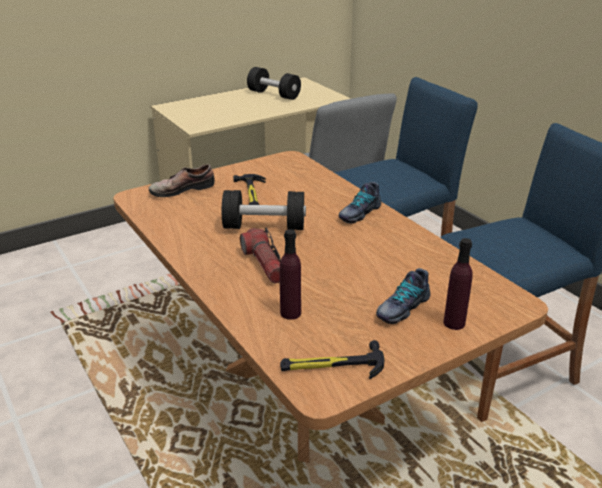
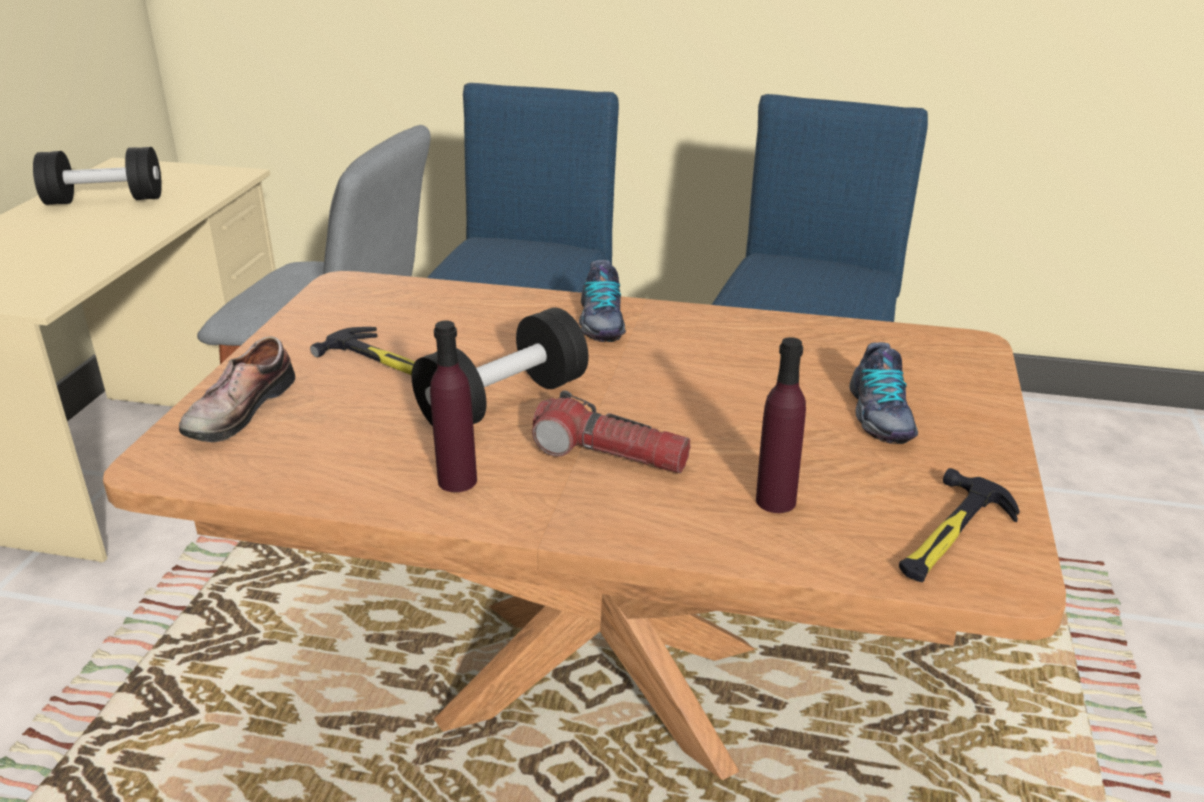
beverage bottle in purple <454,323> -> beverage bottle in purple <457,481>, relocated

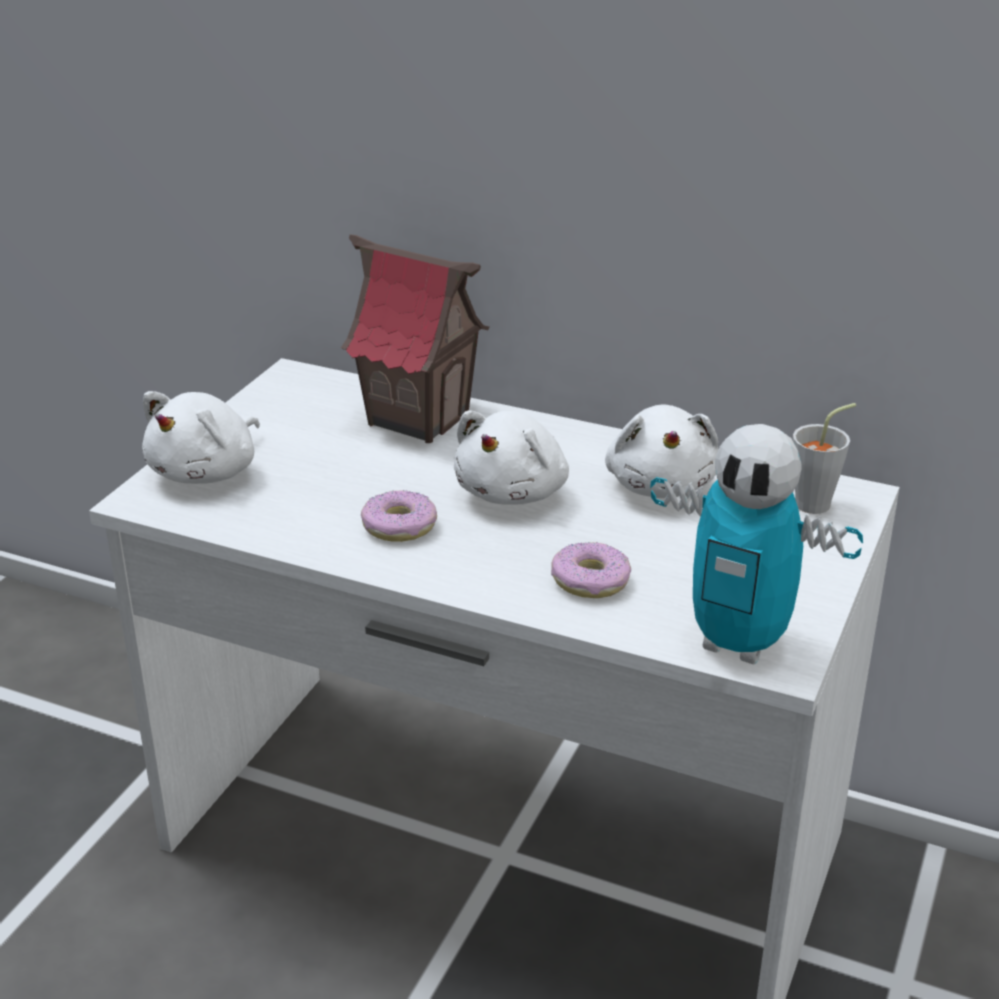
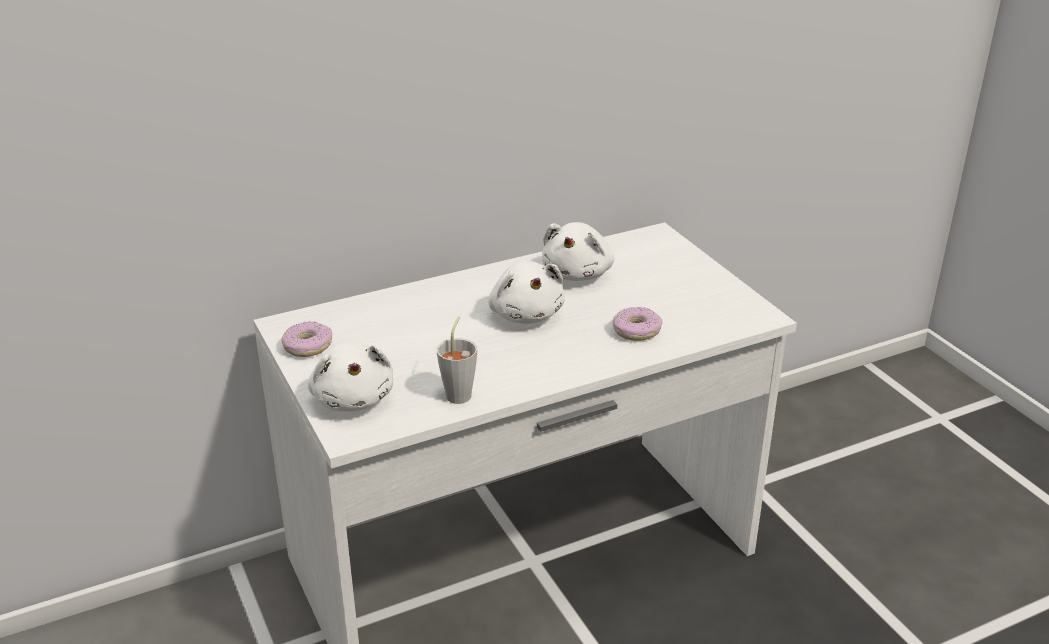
toy house <419,418> -> none
model robot <739,643> -> none
ring doughnut <399,526> -> ring doughnut <307,346>, relocated
cup in gray <819,502> -> cup in gray <460,392>, relocated
cuddly toy in white <661,484> -> cuddly toy in white <578,273>, 75 degrees clockwise

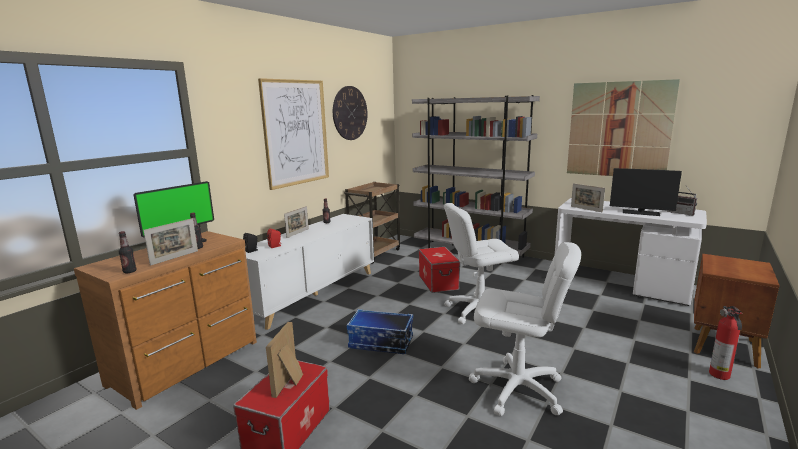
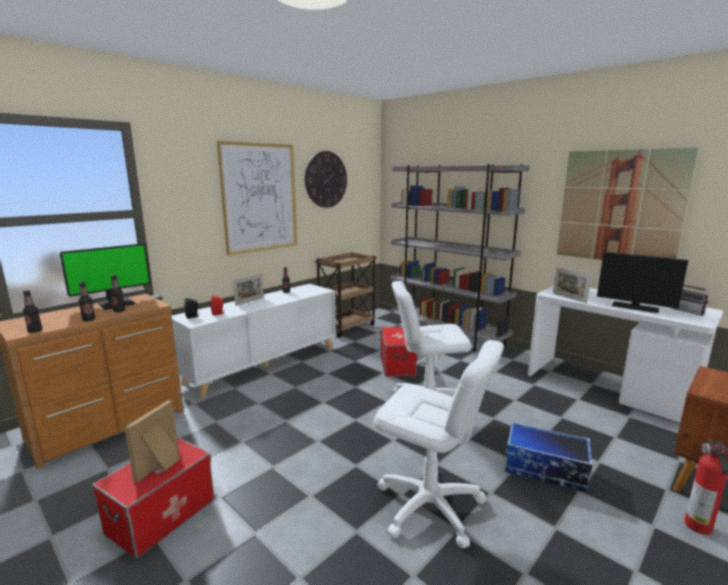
storage bin <380,343> -> storage bin <544,470>, relocated
photo frame <175,258> -> beverage bottle <89,319>

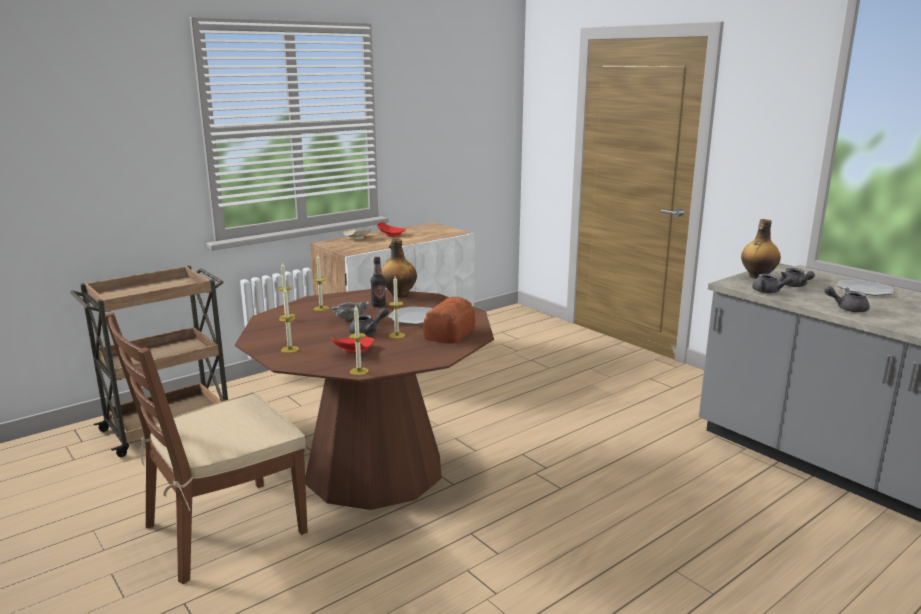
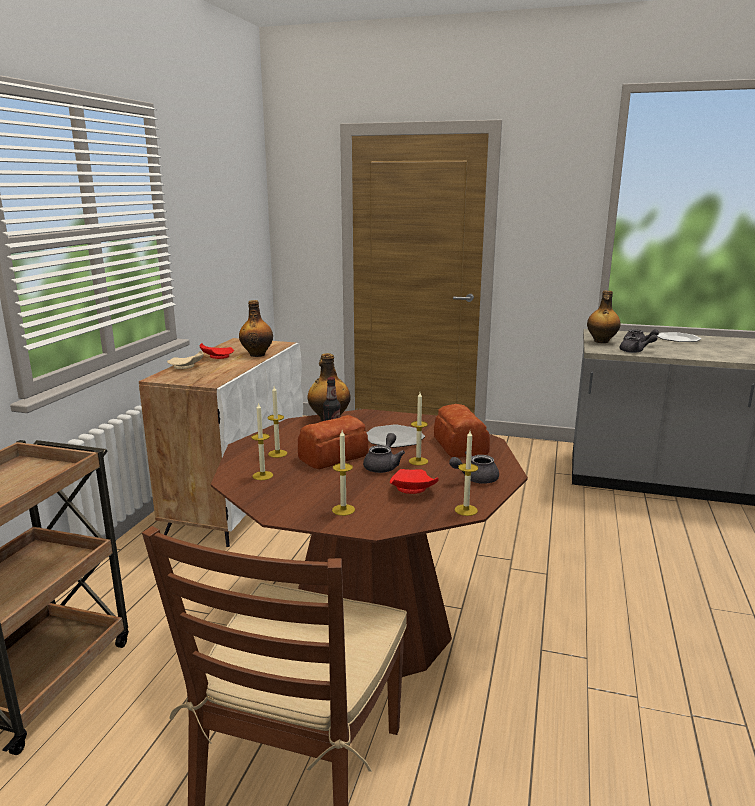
none -> beverage bottle <257,354>
teapot in gray <847,308> -> teapot in gray <475,479>, relocated
deep dish in gray <350,319> -> bread <335,456>

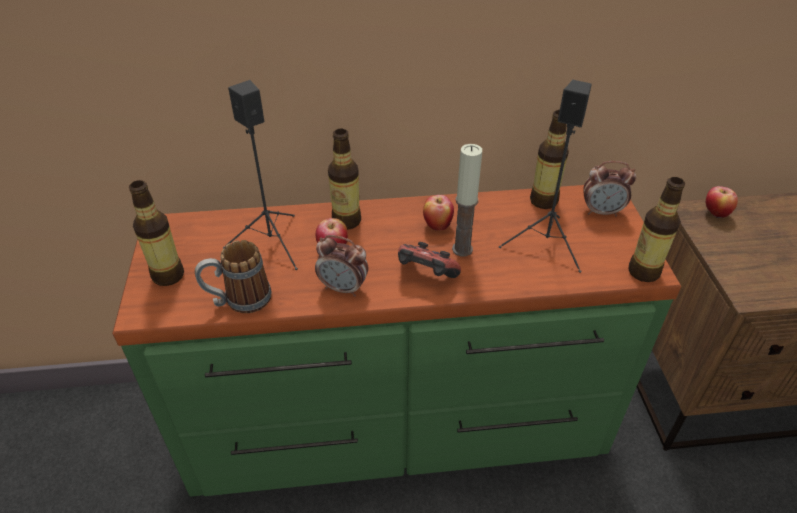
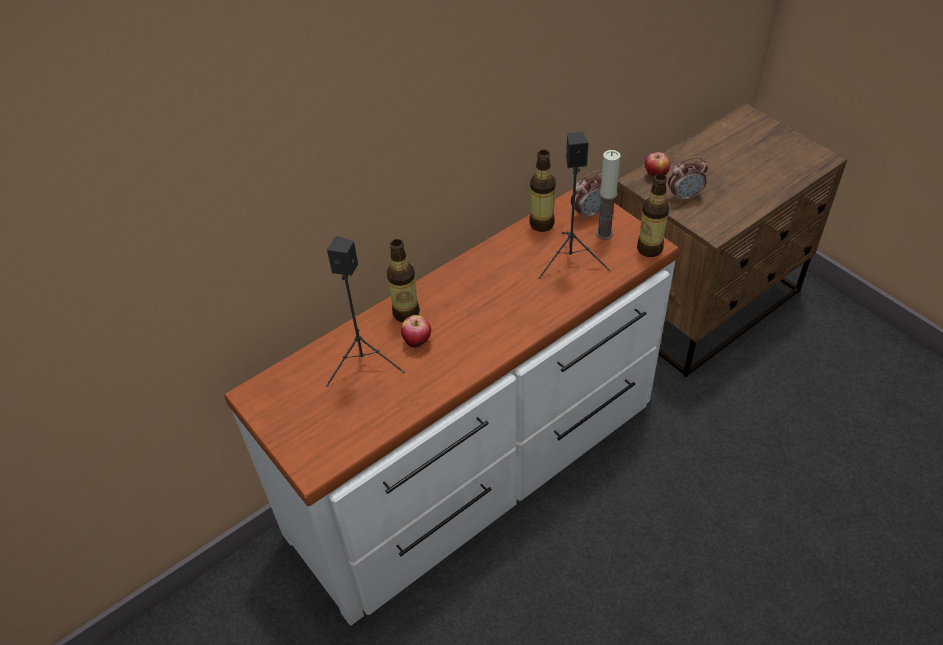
beverage bottle <168,275> -> none
mug <239,301> -> none
joypad <425,276> -> none
apple <437,225> -> none
alarm clock <343,288> -> alarm clock <684,197>, relocated
wax light <462,249> -> wax light <604,233>, relocated
dresser in green <398,422> -> dresser in white <478,467>

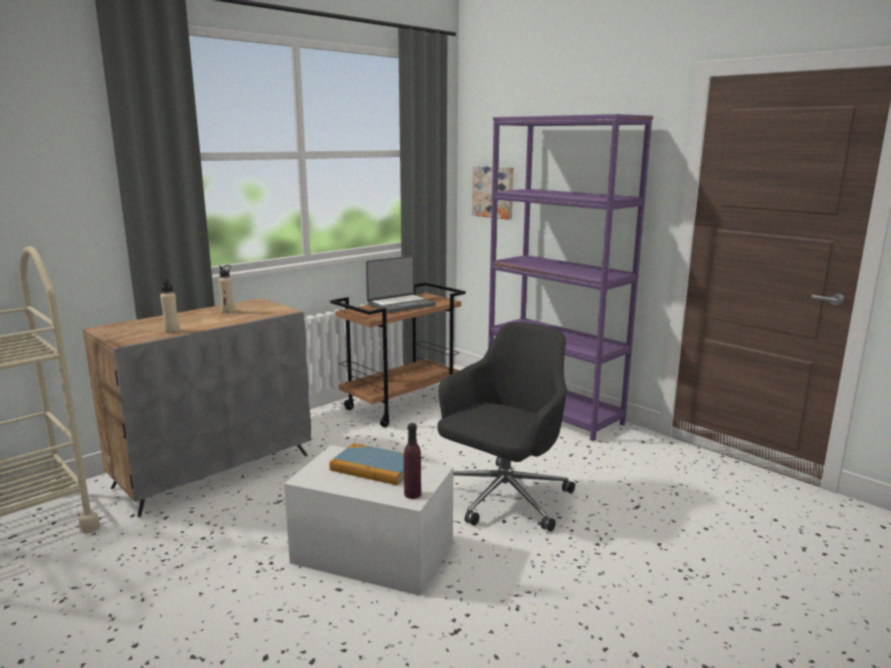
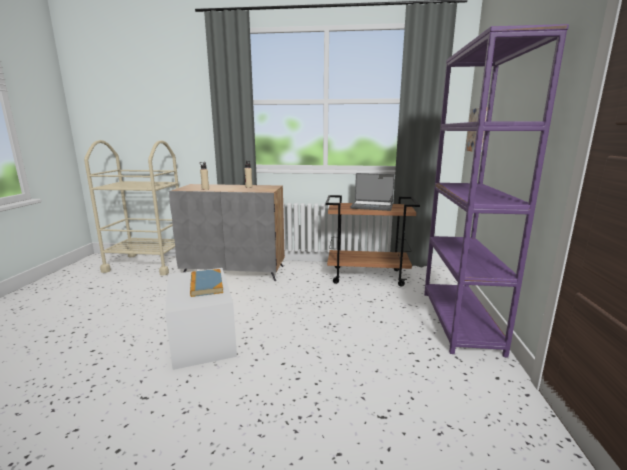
beverage bottle in purple <412,494> -> none
desk chair in black <502,499> -> none

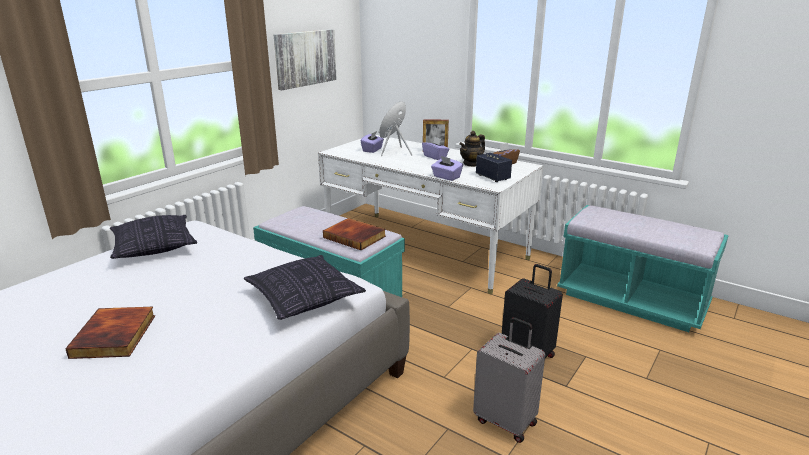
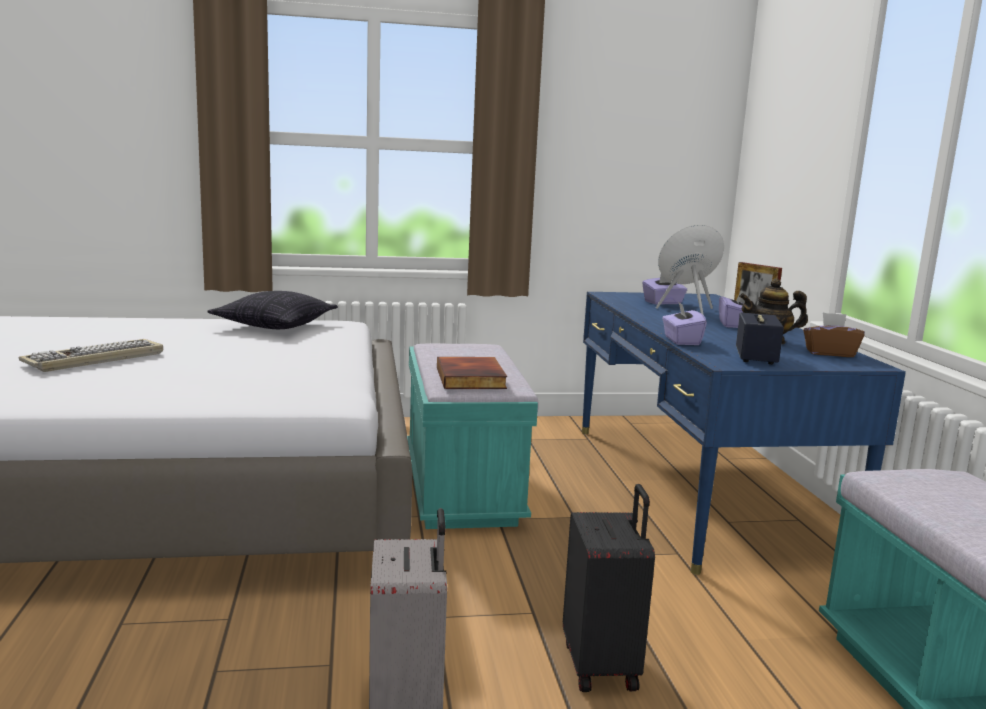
pillow <304,299> -> none
wall art <305,58> -> none
bound book <115,336> -> computer keyboard <95,359>
desk in white <425,249> -> desk in bluish <696,487>

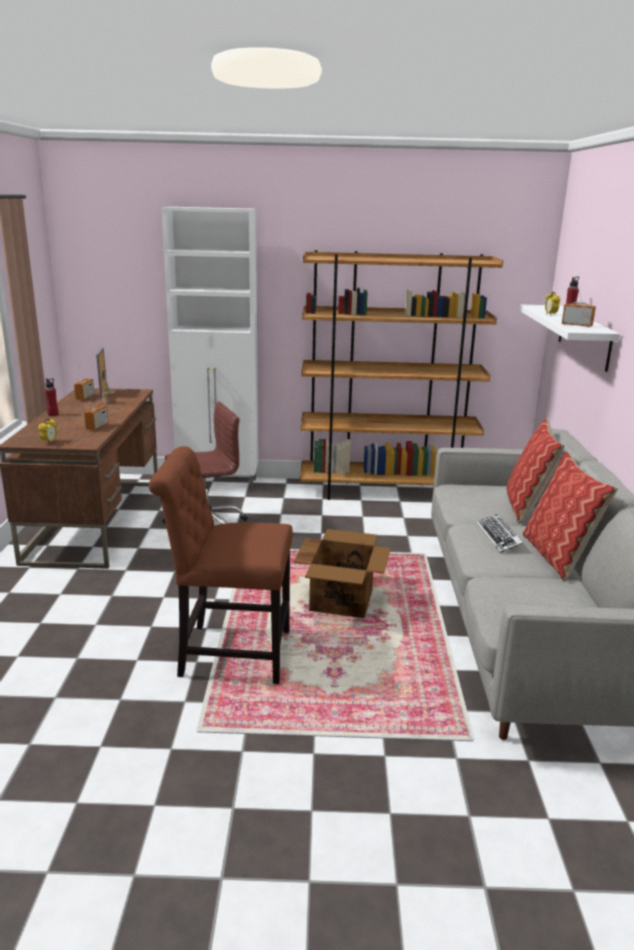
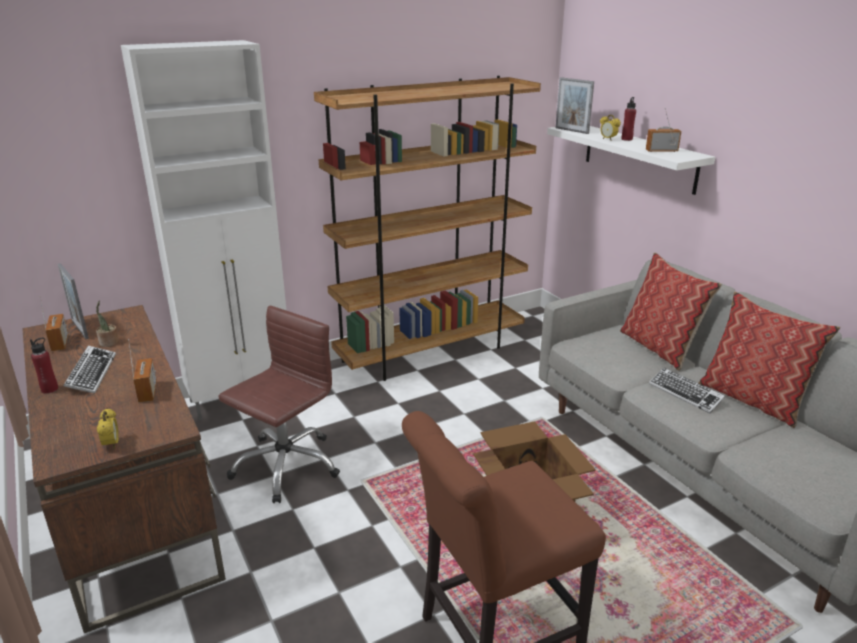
none -> computer keyboard <91,374>
none -> photo frame <571,130>

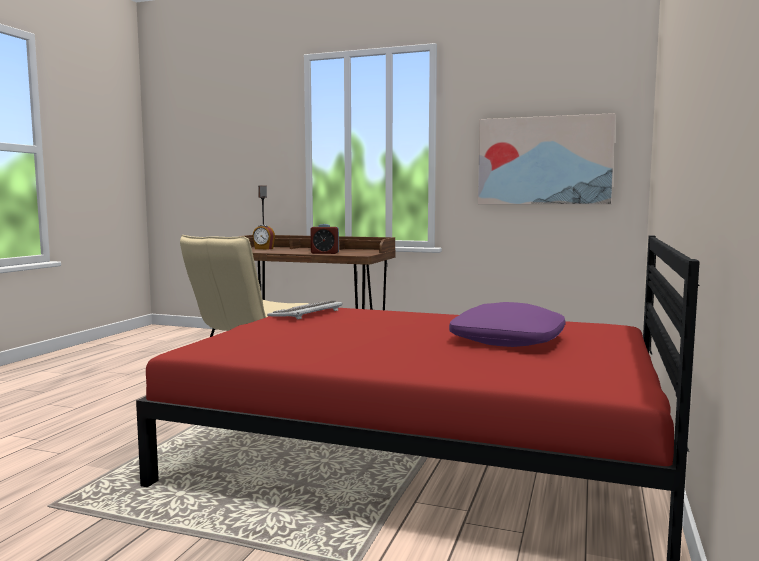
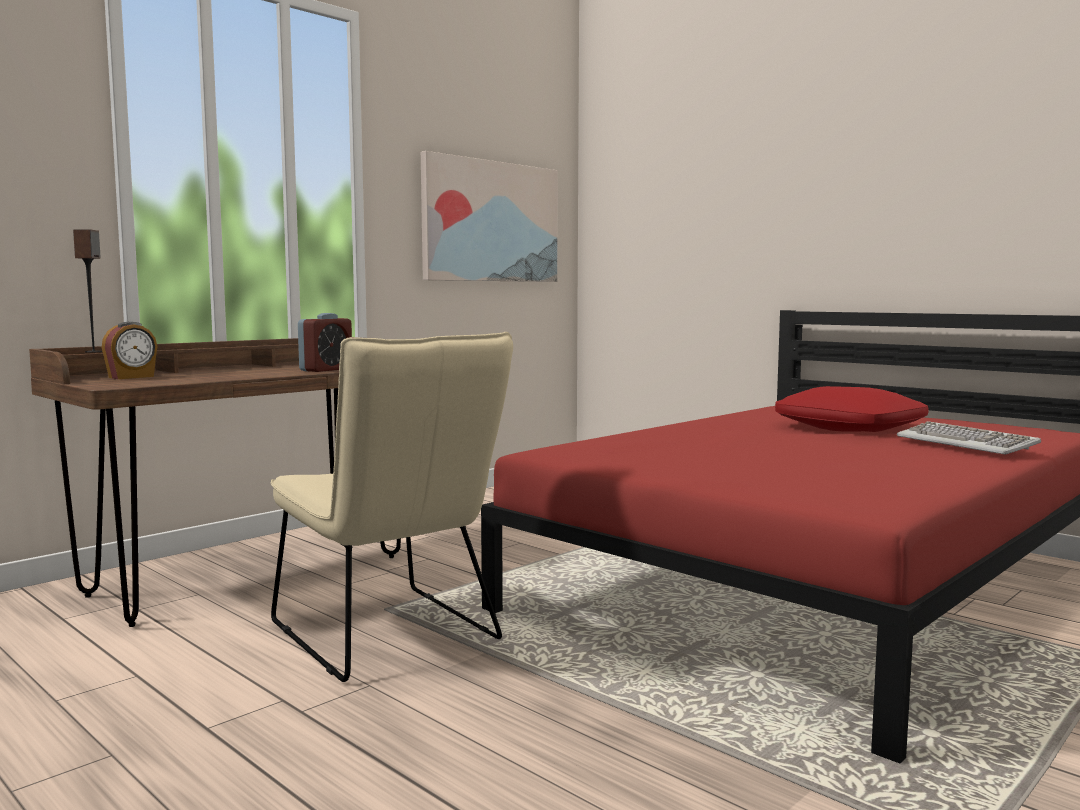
computer keyboard <306,313> -> computer keyboard <966,444>, relocated
pillow in purple <508,340> -> pillow in reddish <850,427>

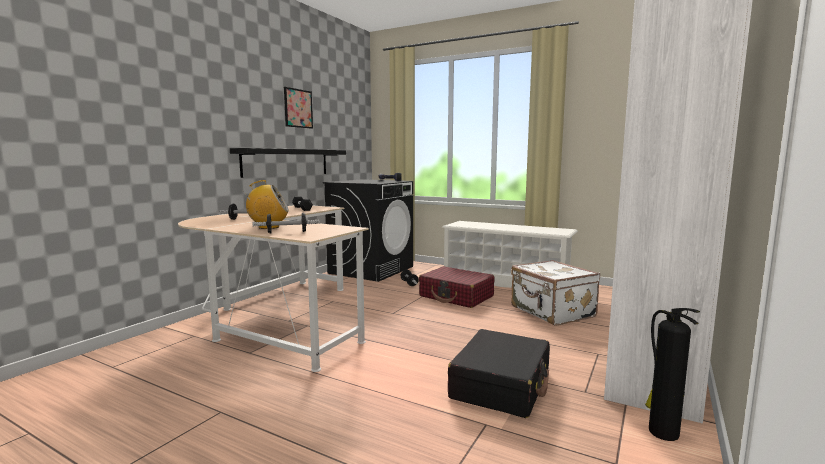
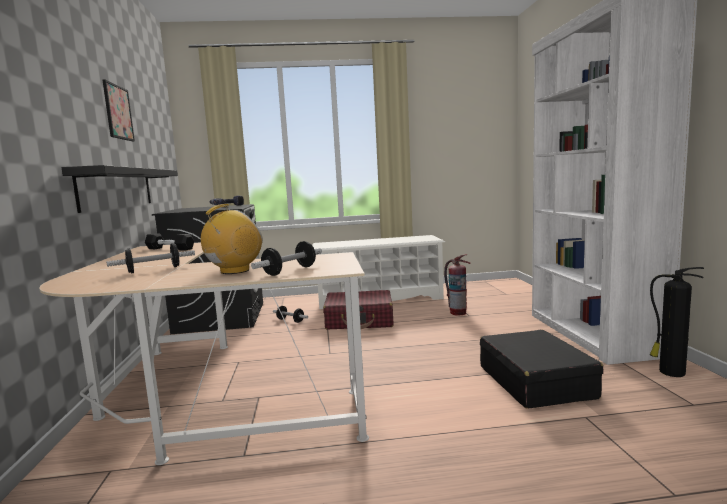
travel case in white <551,312> -> fire-fighting cylinder <458,312>

